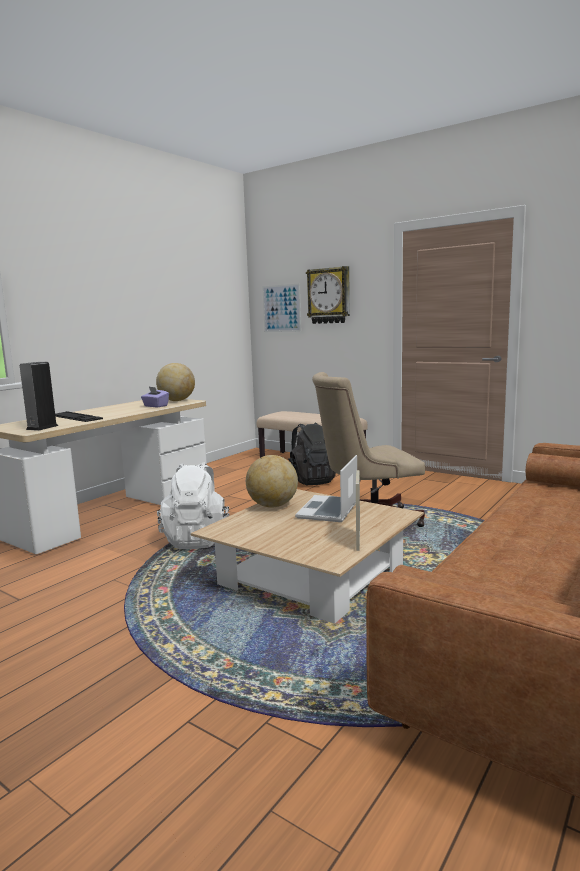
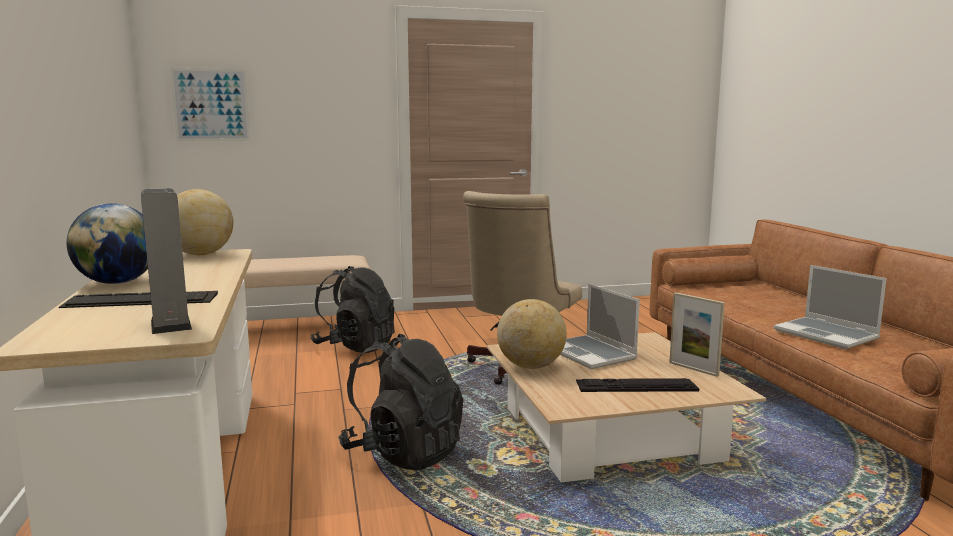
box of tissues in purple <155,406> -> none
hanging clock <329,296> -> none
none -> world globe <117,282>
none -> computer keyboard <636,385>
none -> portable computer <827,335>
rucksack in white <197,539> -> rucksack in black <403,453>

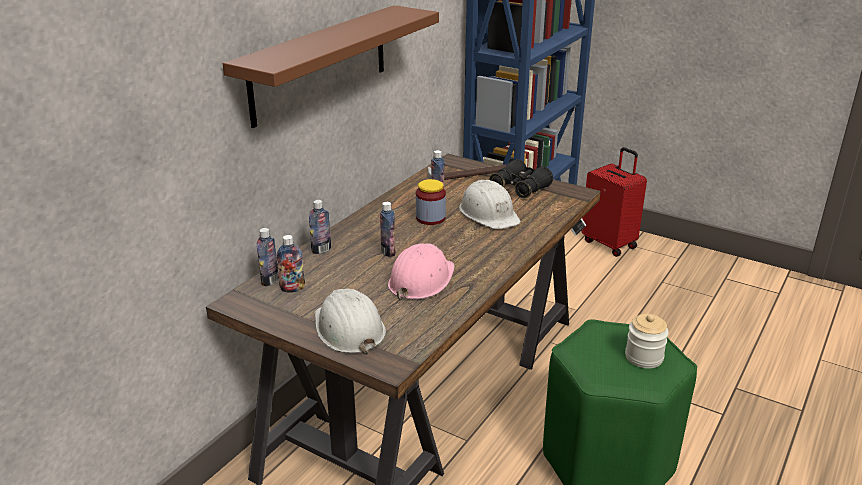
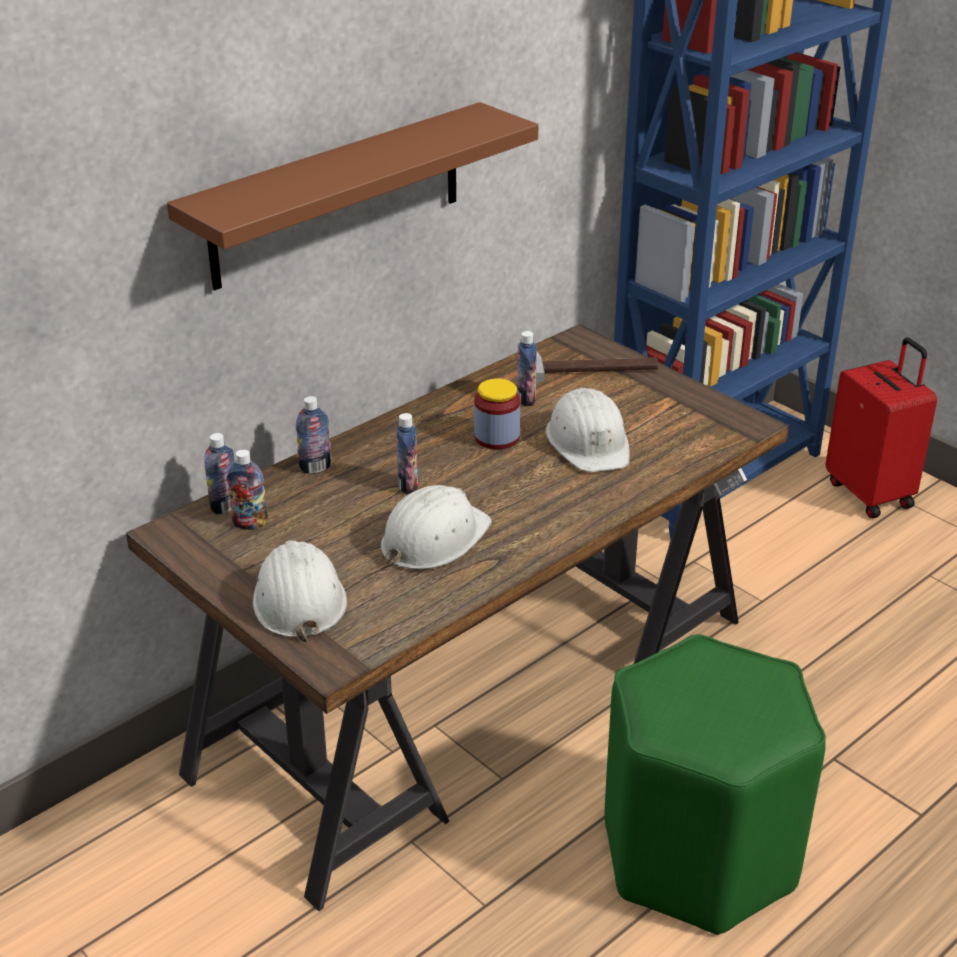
field glasses in black <520,188> -> none
preserve jar <644,357> -> none
work helmet in pinkish <421,280> -> work helmet in white <433,538>

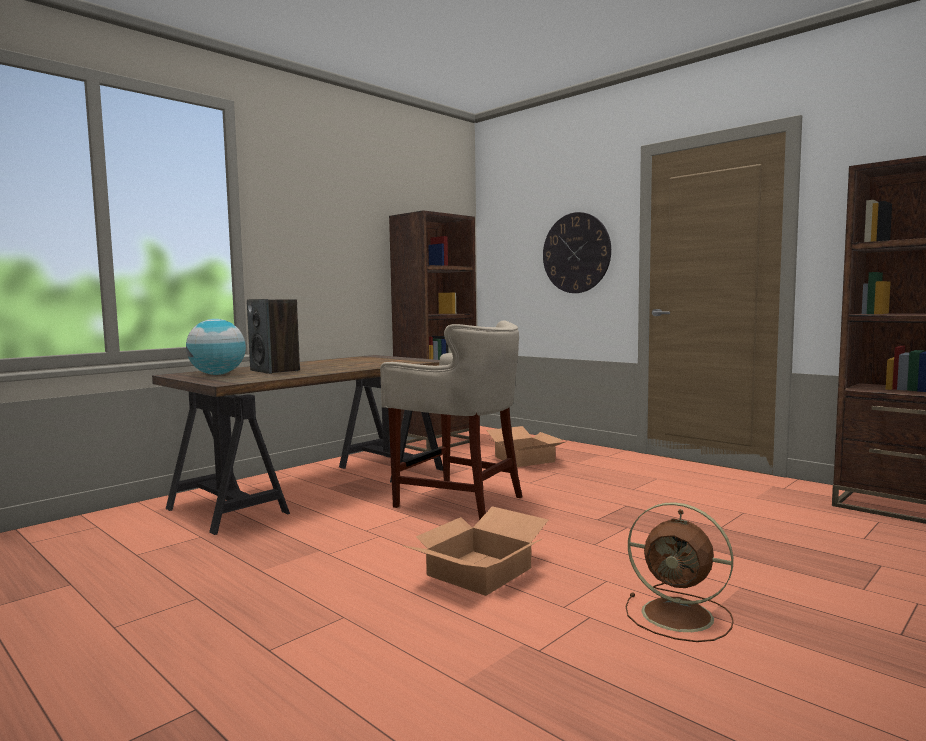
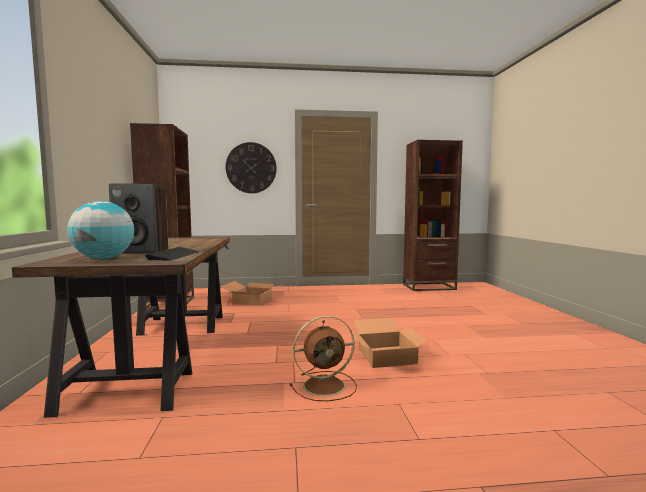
sitting stool in beige <459,501> -> none
none -> computer keyboard <174,255>
cooling fan in brownish <680,616> -> cooling fan in brownish <326,385>, relocated

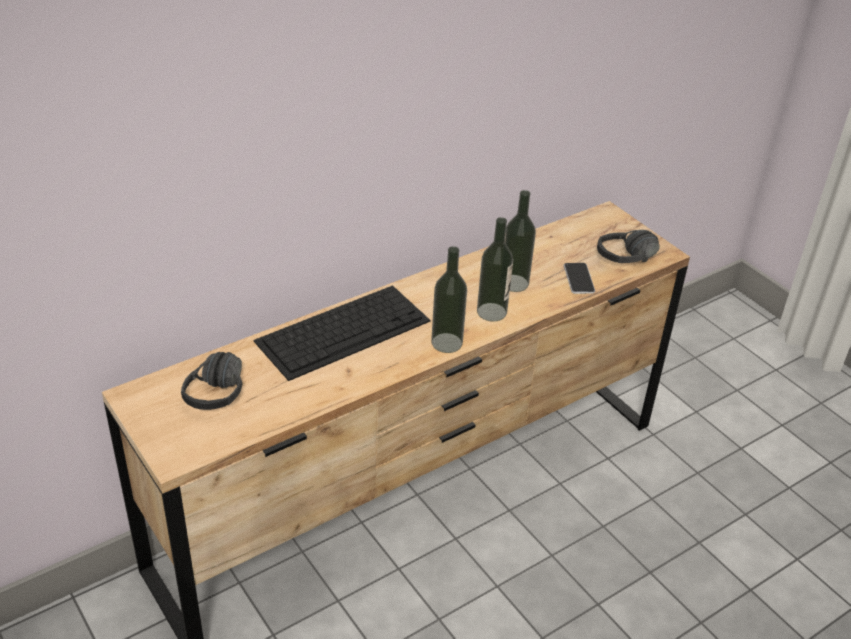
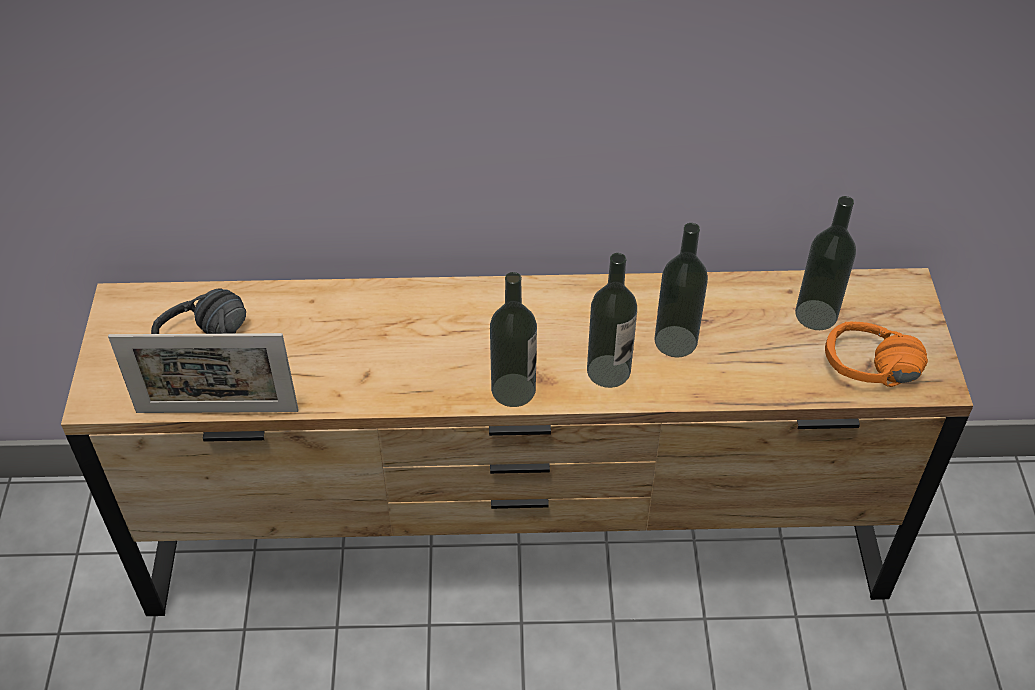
computer keyboard <344,330> -> none
phone <579,279> -> none
none -> photo frame <217,411>
none -> beverage bottle <816,315>
headset in black <630,263> -> headset in orange-coloured <870,378>

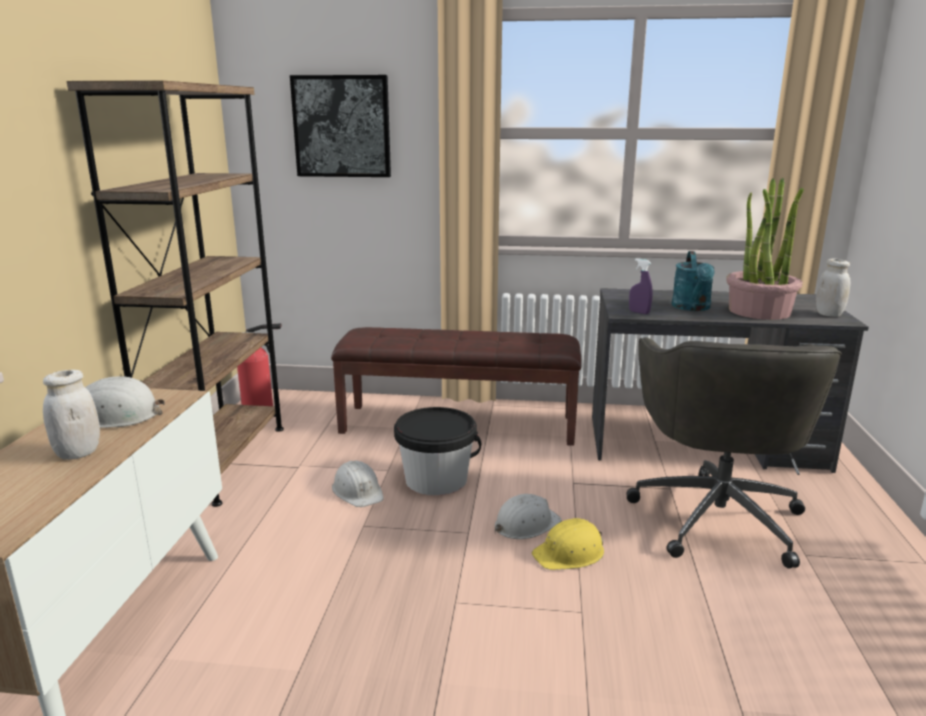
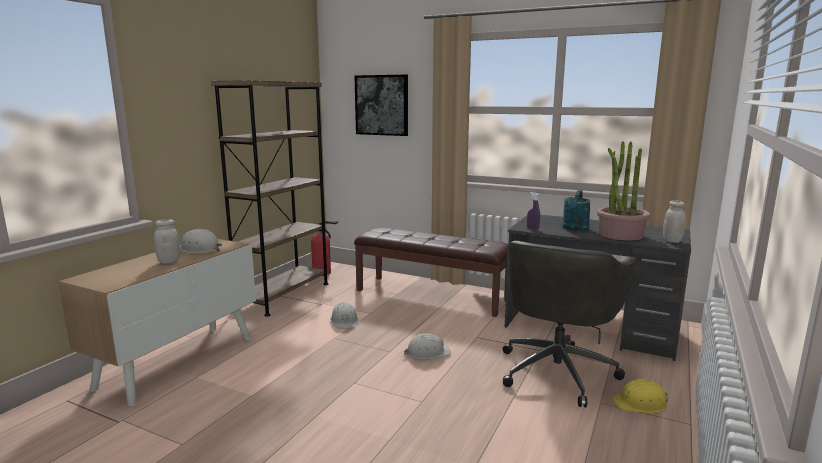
water bucket in black <436,480> -> none
work helmet in yellowish <570,553> -> work helmet in yellowish <640,403>, relocated

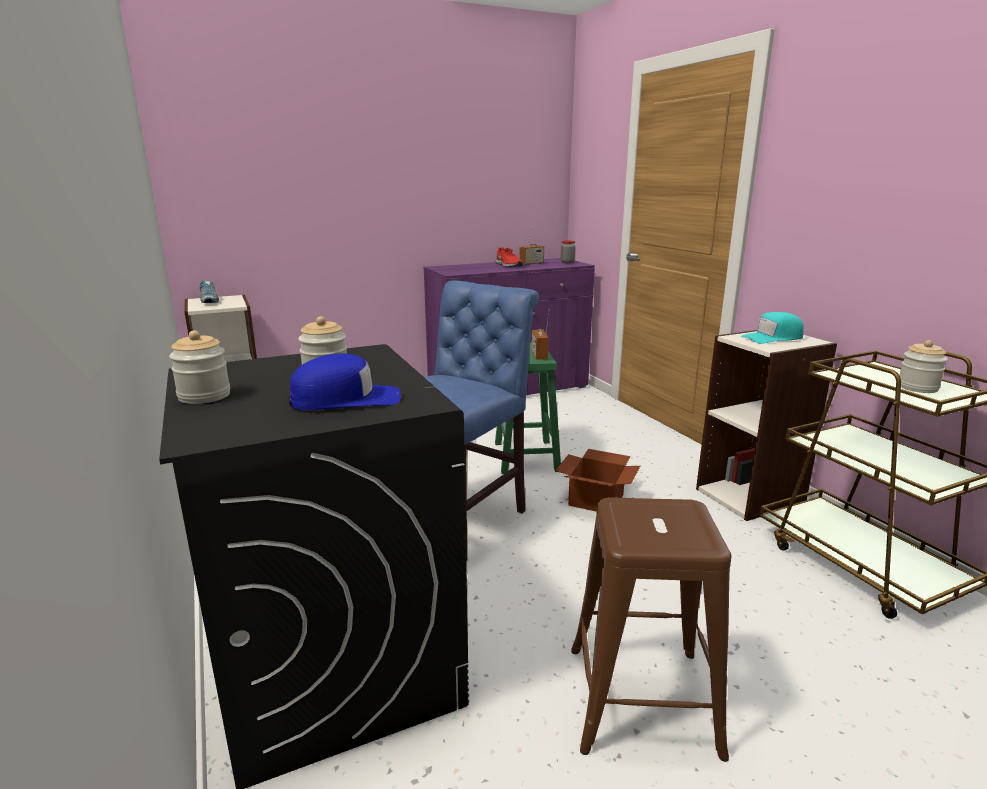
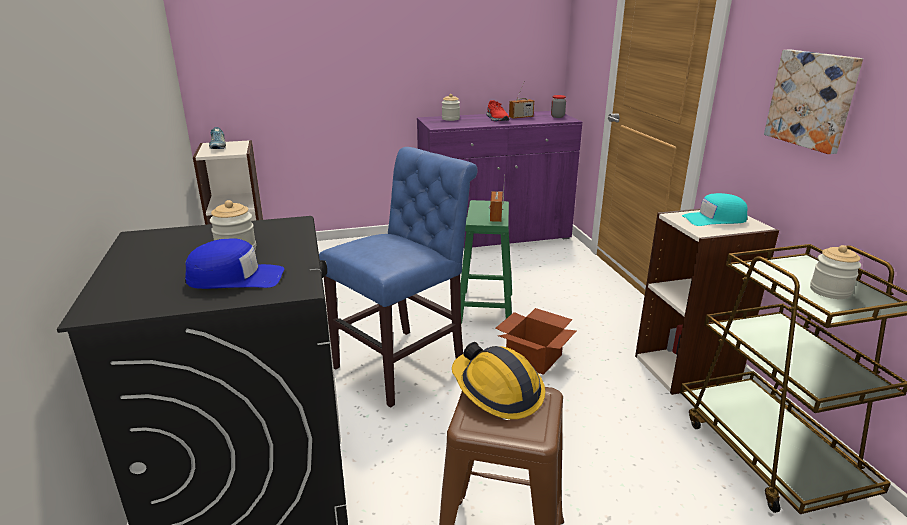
none -> work helmet <496,391>
none -> wall art <813,99>
preserve jar <204,396> -> preserve jar <450,119>, relocated

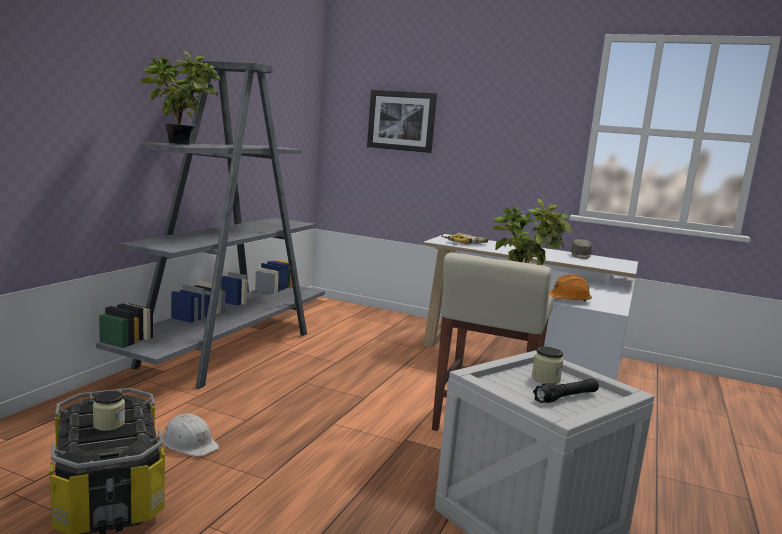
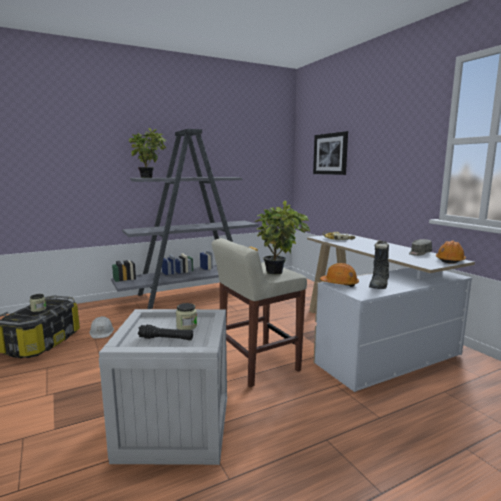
none -> high-top boot in black <379,285>
none -> work helmet in orange-coloured <450,260>

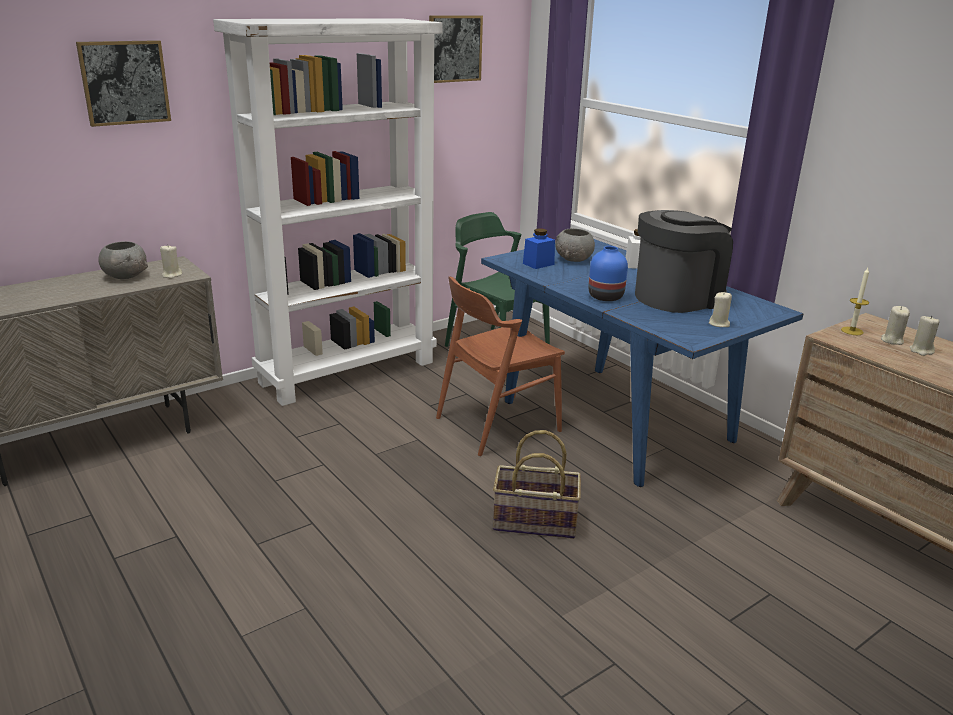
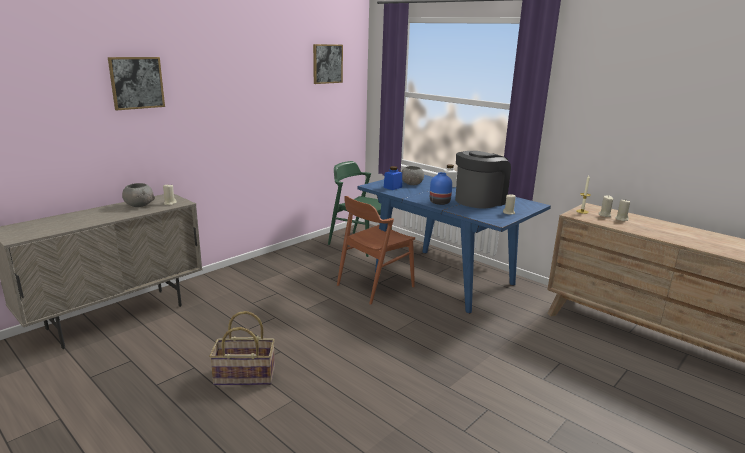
bookshelf in white <348,371> -> none
basket <534,522> -> basket <244,376>, relocated

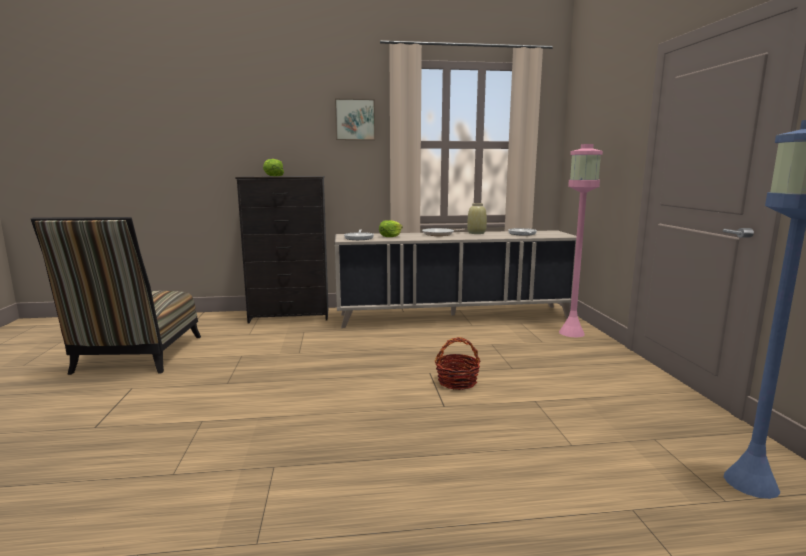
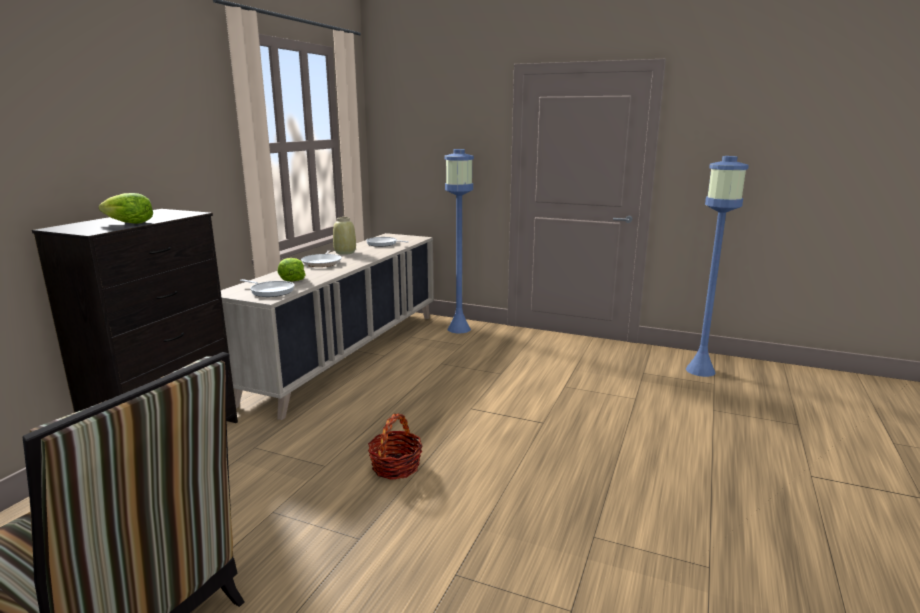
wall art <355,120> -> none
basket <457,382> -> basket <396,466>, relocated
standard lamp in pinkish <572,333> -> standard lamp in bluish <459,329>

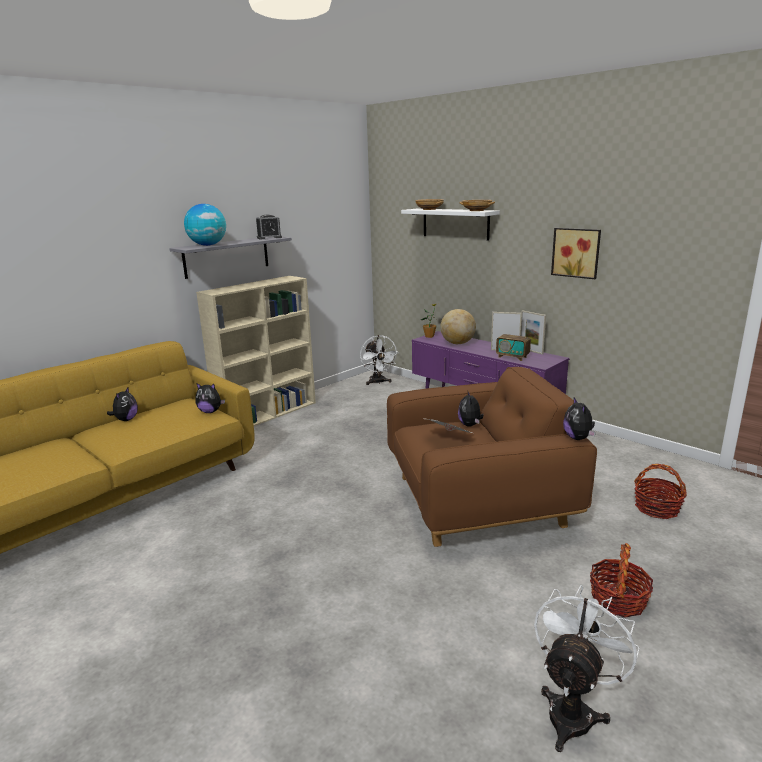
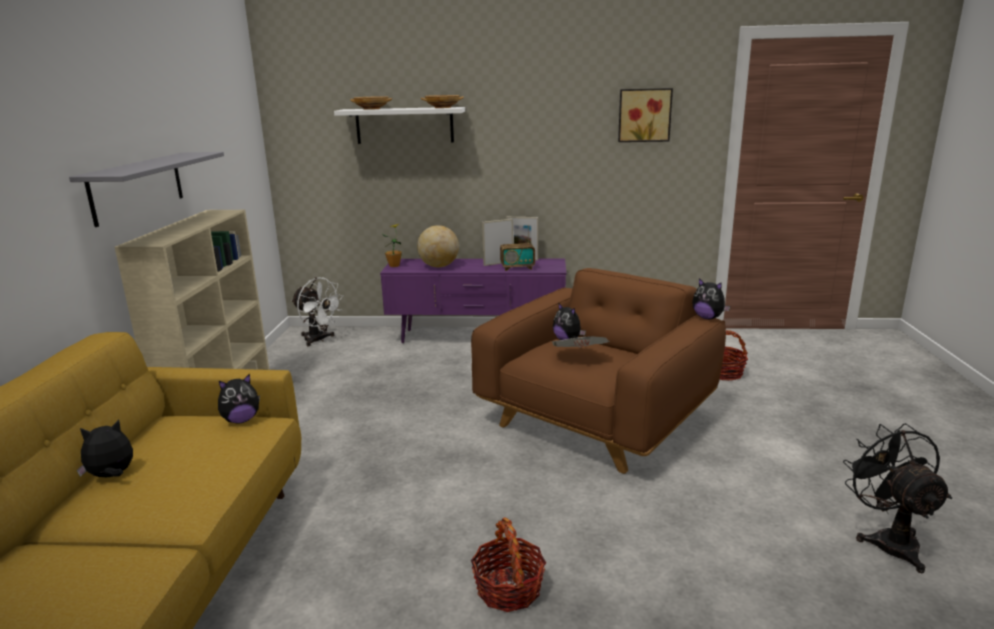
world globe <207,245> -> none
alarm clock <269,238> -> none
wall art <576,252> -> wall art <644,115>, relocated
basket <618,600> -> basket <509,589>, relocated
cooling fan in white <573,710> -> cooling fan in black <888,540>
cuddly toy <126,419> -> cuddly toy <112,476>, 90 degrees counterclockwise

